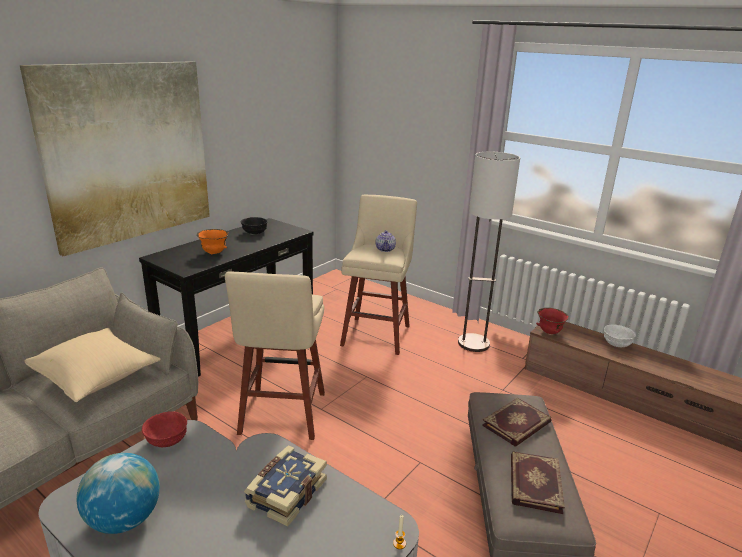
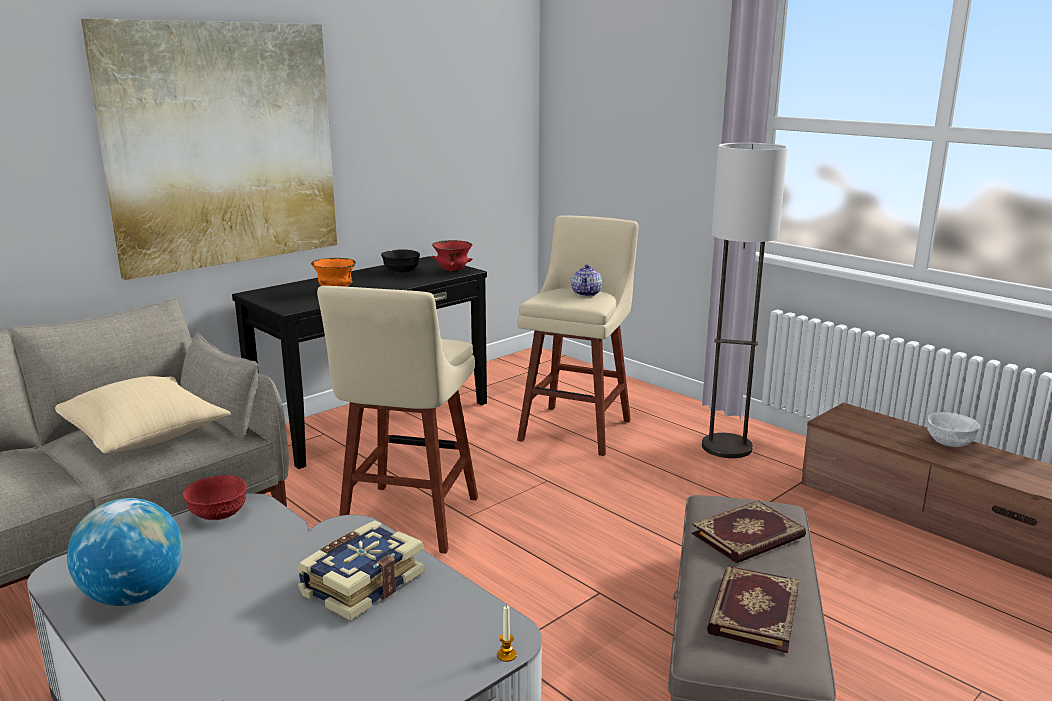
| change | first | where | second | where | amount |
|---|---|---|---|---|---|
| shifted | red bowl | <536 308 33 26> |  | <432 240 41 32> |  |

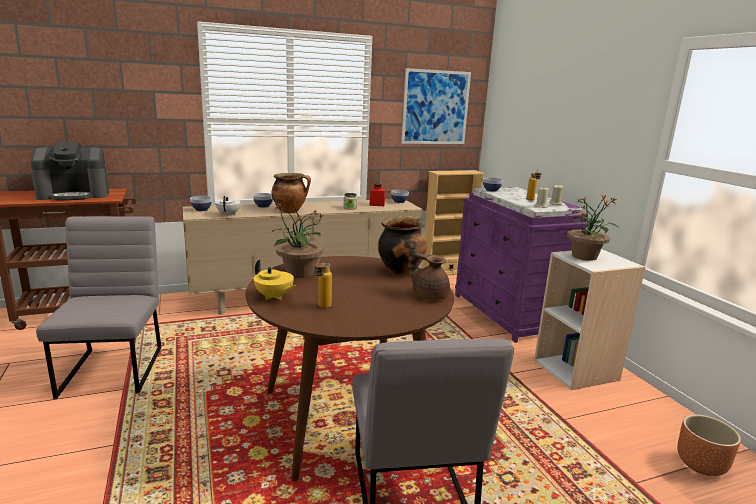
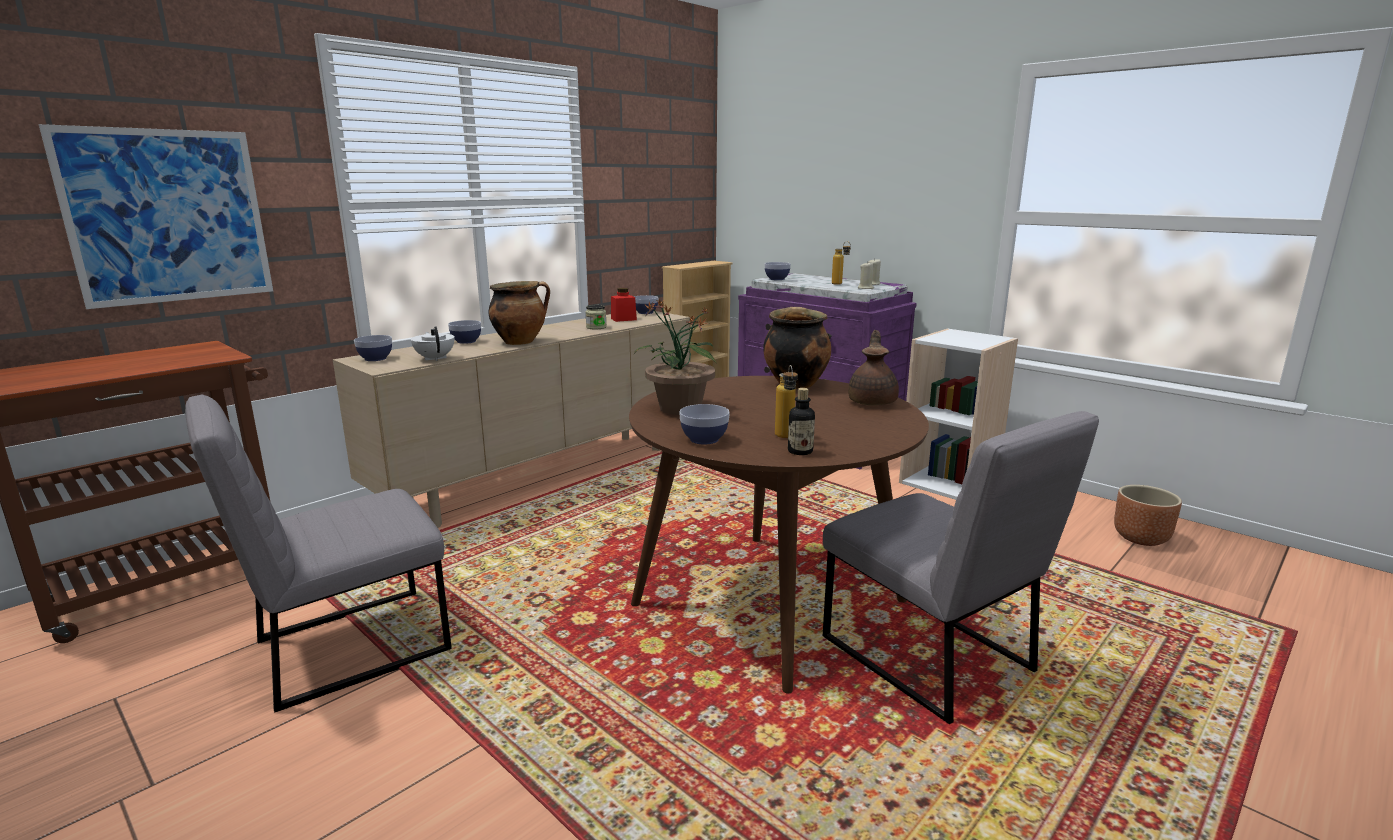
| change | first | where | second | where | amount |
|---|---|---|---|---|---|
| gone | coffee machine | <31 142 78 59> |  |  |  |
| gone | potted plant | <567 195 52 66> |  |  |  |
| new |  |  | bottle | <788 388 27 67> |  |
| shifted | picture | <401 68 70 76> |  | <39 124 234 185> |  |
| swapped | yellow teapot | <254 260 42 40> | bowl | <679 404 51 41> |  |
| rotated | grey chair | <36 216 125 183> |  | <185 394 267 318> | 90 degrees counterclockwise |
| rotated | brown teapot | <409 243 41 57> |  | <848 330 51 76> | 90 degrees clockwise |

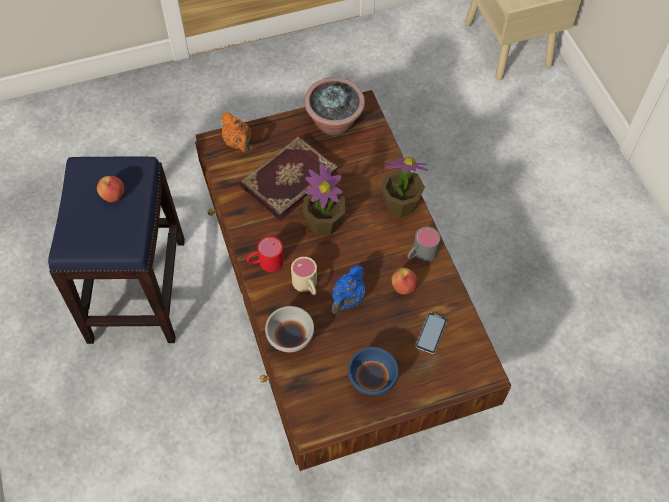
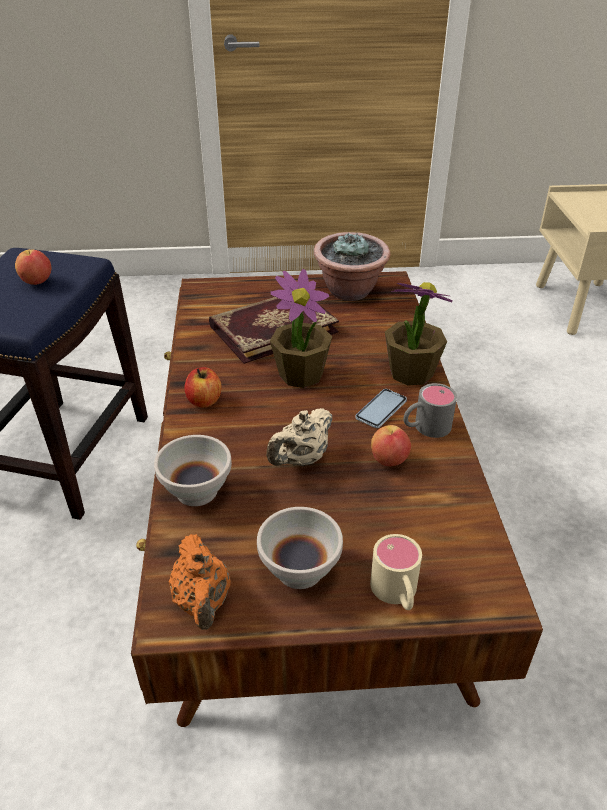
| change | first | where | second | where | amount |
|---|---|---|---|---|---|
| shifted | orange teapot | <221 112 30 41> |  | <169 534 62 96> |  |
| shifted | beige mug | <291 257 26 38> |  | <370 534 52 76> |  |
| shifted | phone | <416 313 31 41> |  | <355 389 52 39> |  |
| swapped | red mug | <247 236 37 36> | apple | <185 367 37 40> |  |
| repainted | blue teapot | <332 265 33 49> | beige teapot | <266 408 66 58> |  |
| repainted | blue bowl | <348 347 50 48> | white bowl | <257 507 86 82> |  |

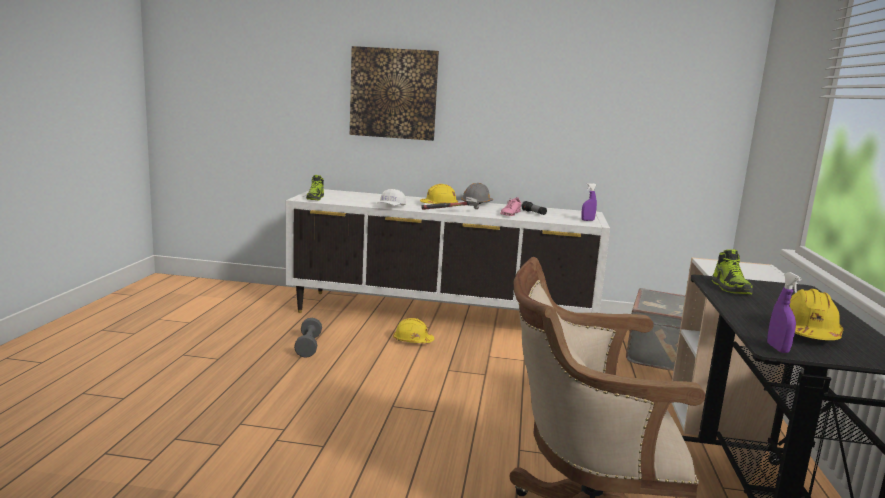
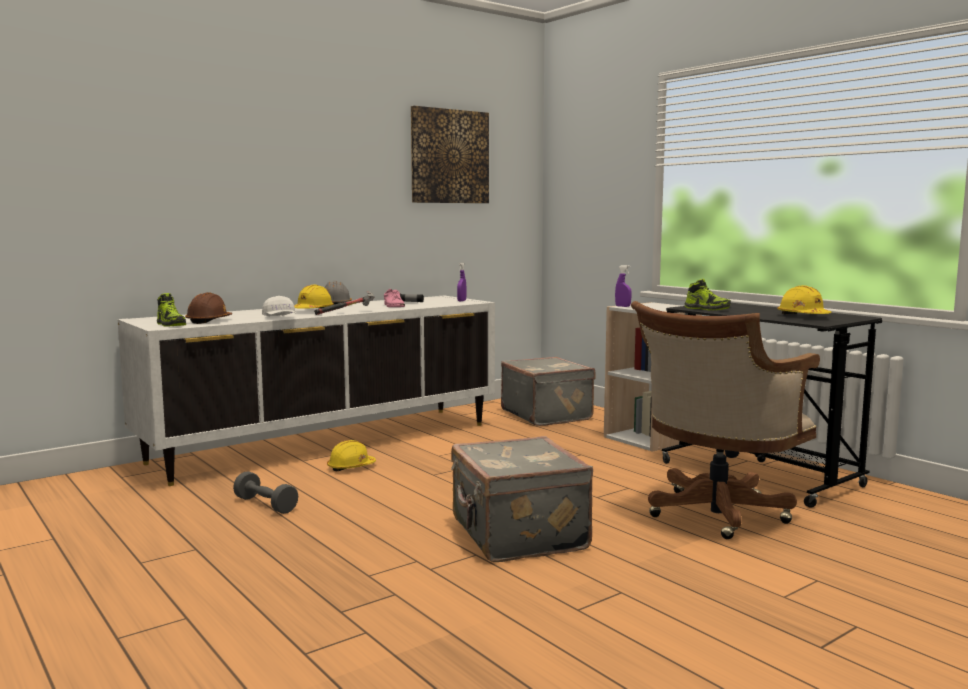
| change | first | where | second | where | amount |
|---|---|---|---|---|---|
| new |  |  | brown hard hat | <185 292 47 32> |  |
| new |  |  | grey suitcase | <451 436 142 126> |  |
| shifted | picture | <350 46 89 95> |  | <411 106 78 97> |  |
| shifted | purple spray bottle | <767 272 34 81> |  | <615 265 17 42> |  |

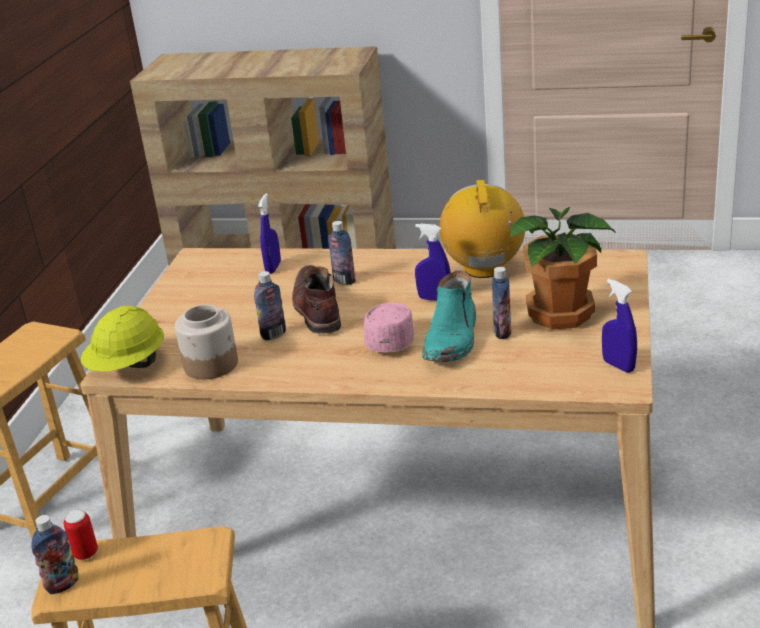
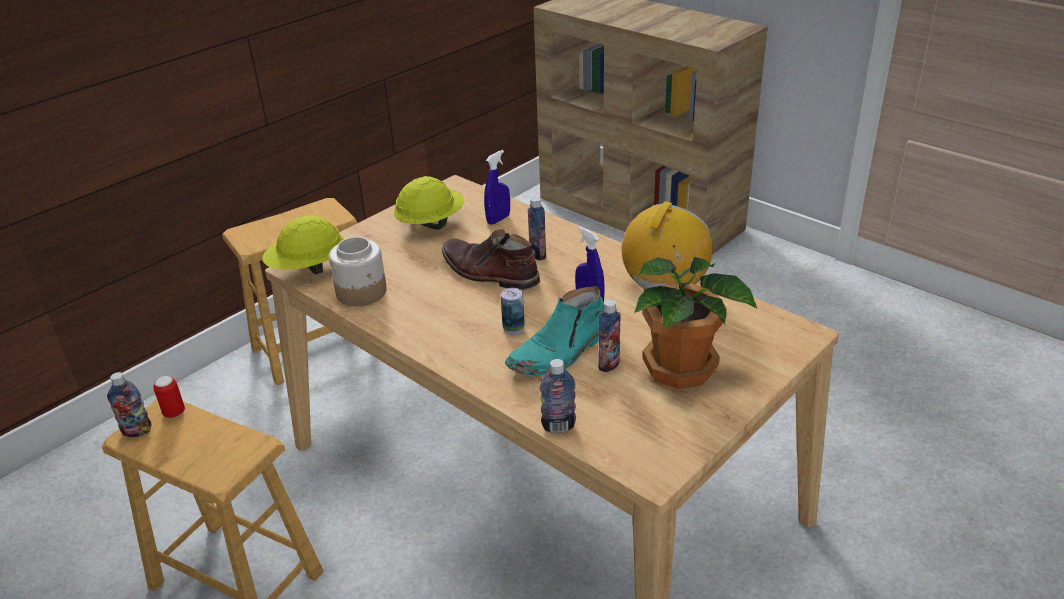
| change | first | where | second | where | amount |
|---|---|---|---|---|---|
| gone | blue spray bottle | <602 279 35 94> |  |  |  |
| new |  |  | yellow hard hat | <394 176 70 54> |  |
| shifted | bottle | <254 271 32 69> |  | <540 359 36 74> |  |
| swapped | pink cap | <364 303 51 49> | can | <501 288 24 47> |  |
| rotated | brown boot | <292 265 49 69> |  | <442 229 98 61> | 75 degrees counterclockwise |

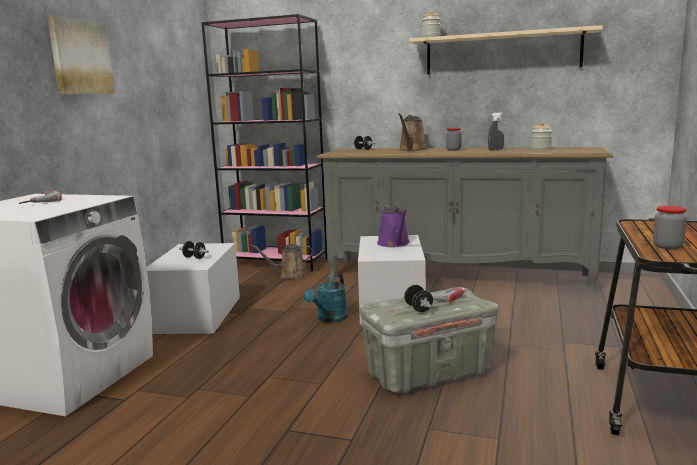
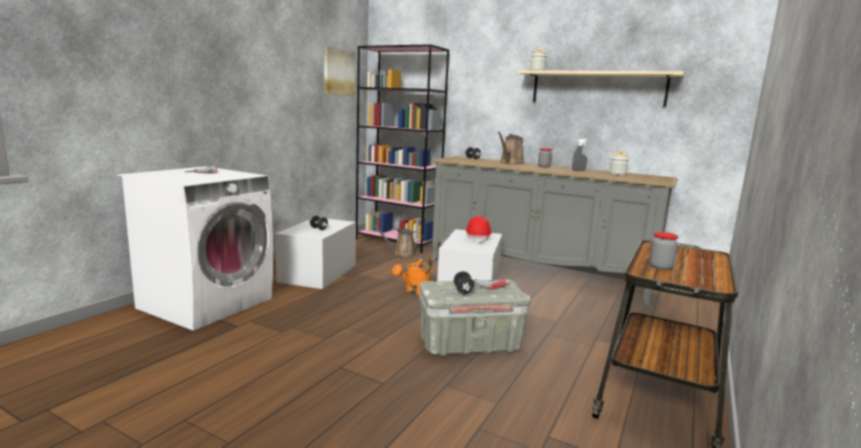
| change | first | where | second | where | amount |
|---|---|---|---|---|---|
| shifted | picture | <47 15 68 79> |  | <324 46 31 50> |  |
| swapped | purple watering can | <377 206 33 41> | red hard hat | <465 216 27 27> |  |
| repainted | turquoise watering can | <303 274 45 49> | orange watering can | <392 256 40 39> |  |

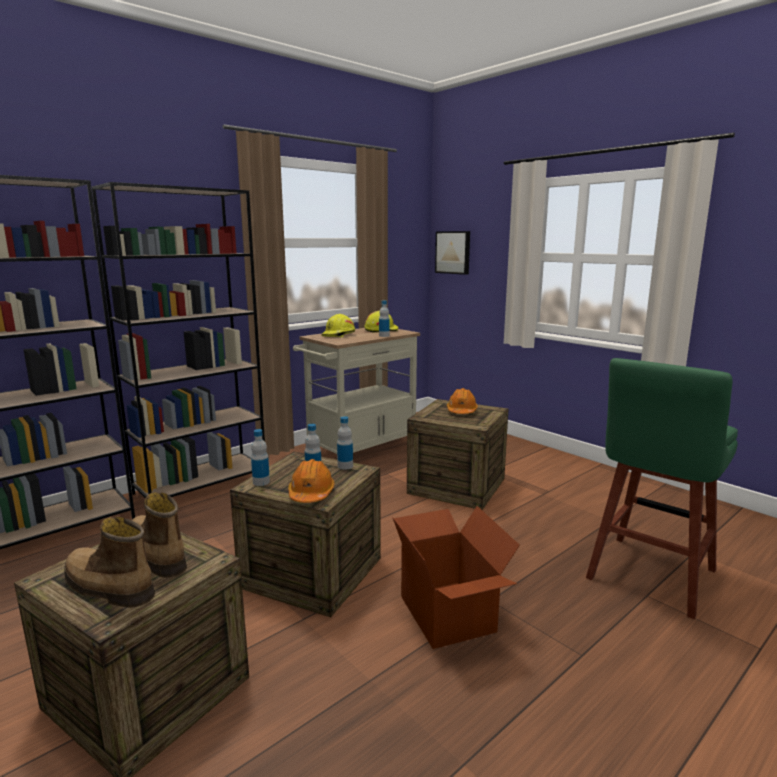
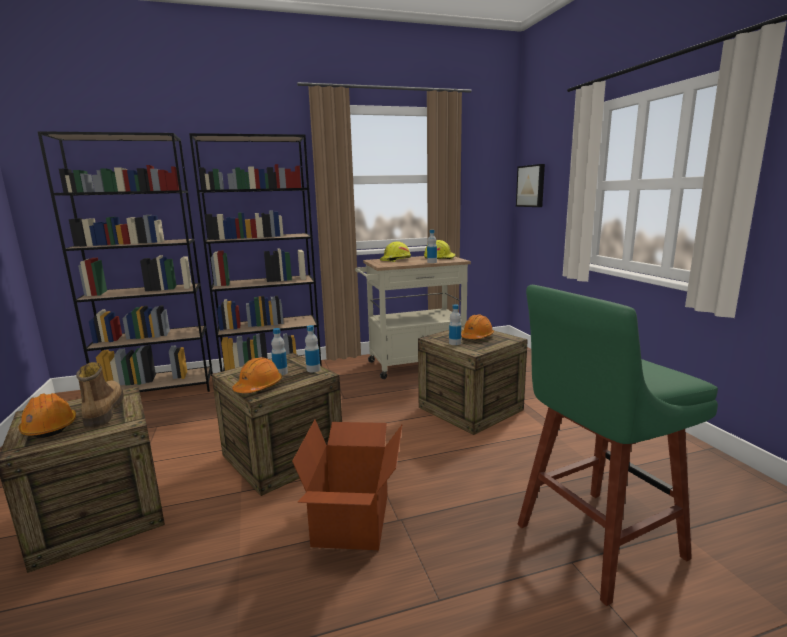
| change | first | where | second | where | amount |
|---|---|---|---|---|---|
| shifted | bottle | <251 429 19 57> |  | <449 304 12 41> |  |
| swapped | boot | <65 517 90 91> | orange hard hat | <19 393 57 45> |  |

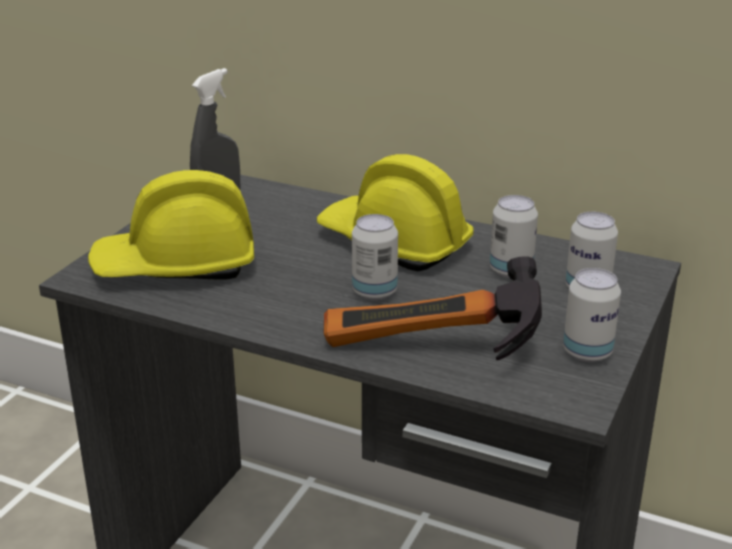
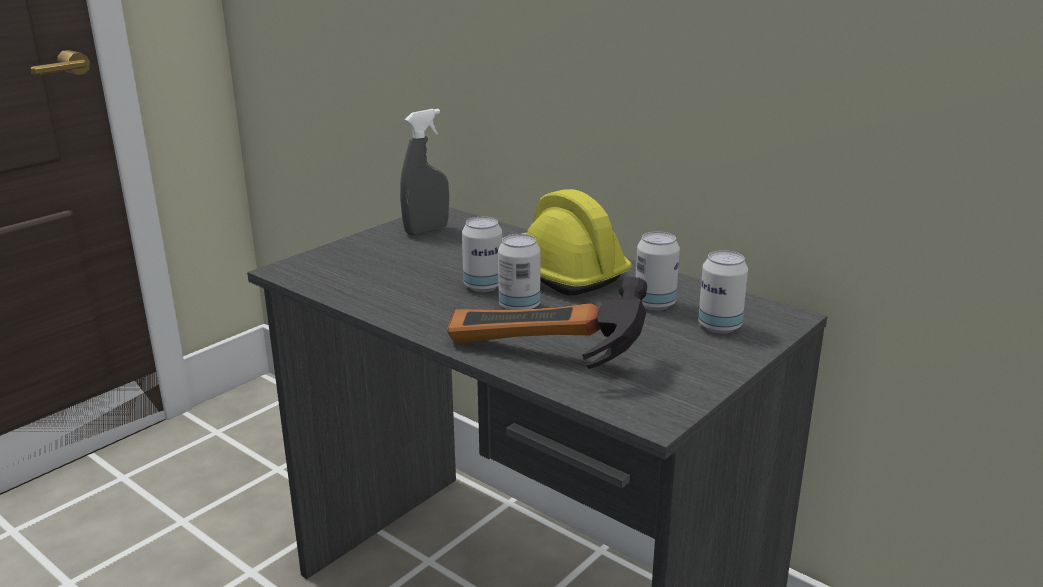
| change | first | where | second | where | amount |
|---|---|---|---|---|---|
| gone | yellow hard hat | <88 170 166 109> |  |  |  |
| shifted | can | <563 268 58 94> |  | <462 217 40 75> |  |

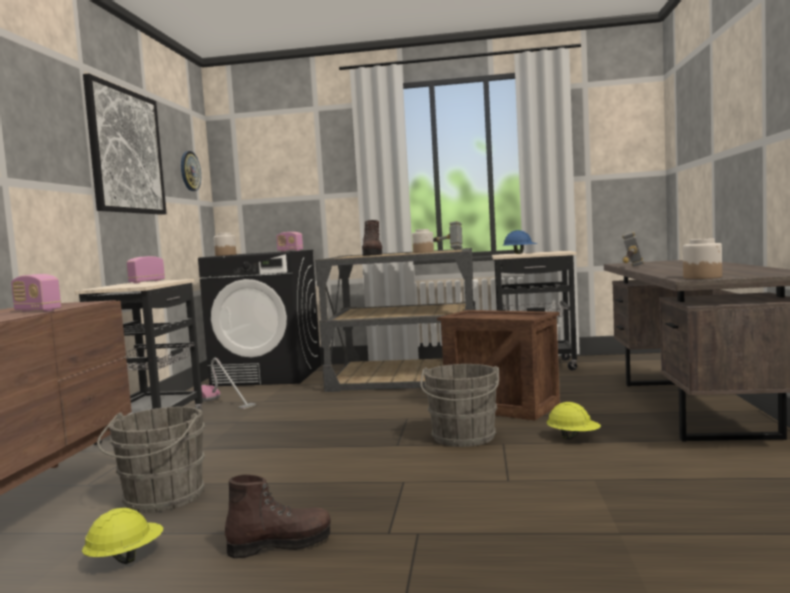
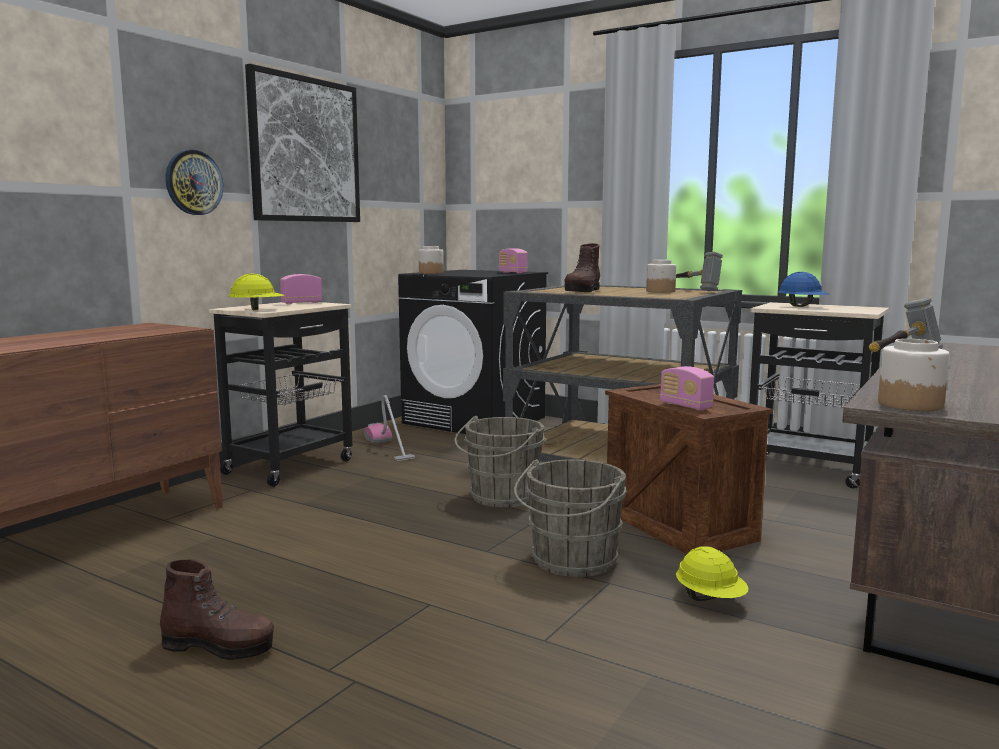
| change | first | where | second | where | amount |
|---|---|---|---|---|---|
| shifted | radio | <11 274 50 38> |  | <660 366 54 44> |  |
| shifted | yellow hard hat | <82 508 81 56> |  | <228 274 56 36> |  |
| shifted | grey bucket | <97 407 109 106> |  | <454 416 91 92> |  |
| shifted | wall clock | <181 151 20 40> |  | <166 150 57 65> |  |

